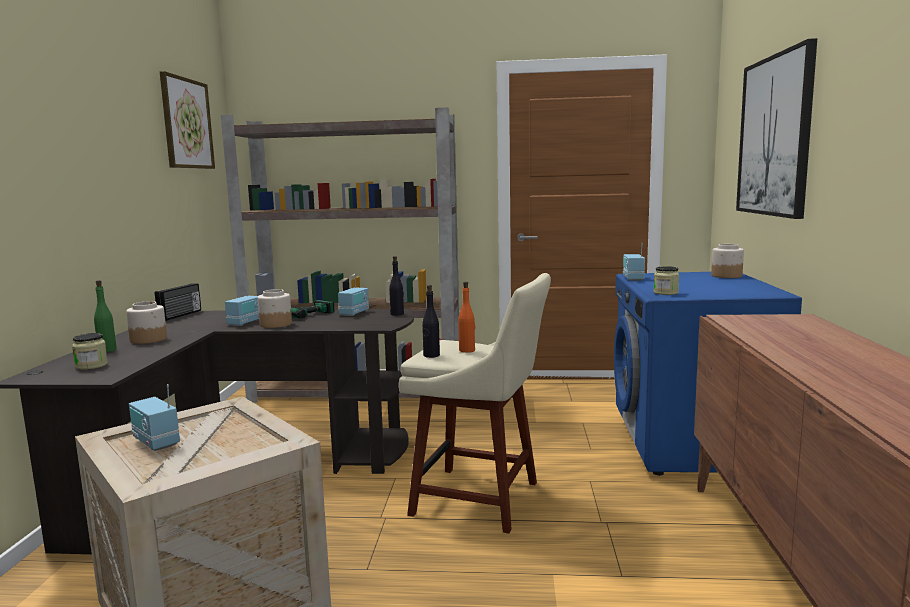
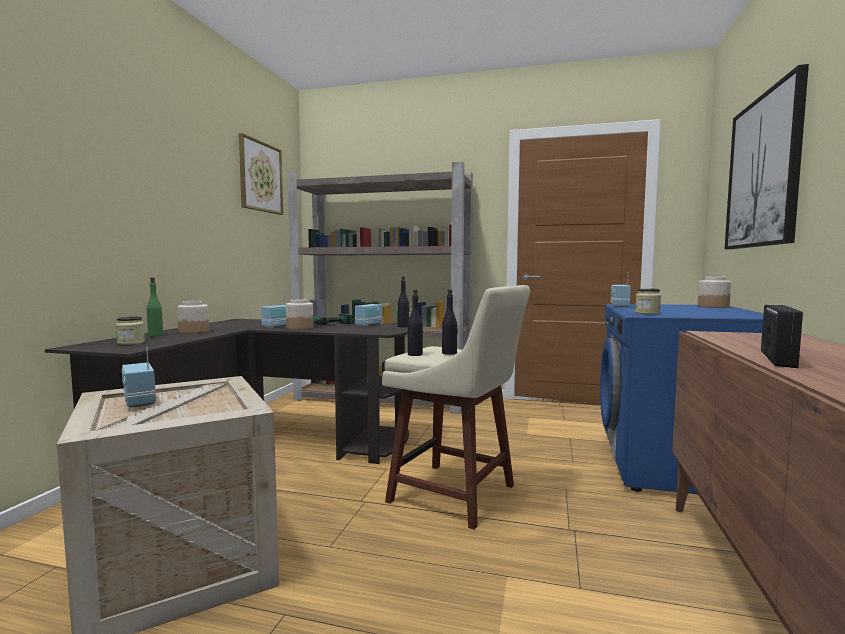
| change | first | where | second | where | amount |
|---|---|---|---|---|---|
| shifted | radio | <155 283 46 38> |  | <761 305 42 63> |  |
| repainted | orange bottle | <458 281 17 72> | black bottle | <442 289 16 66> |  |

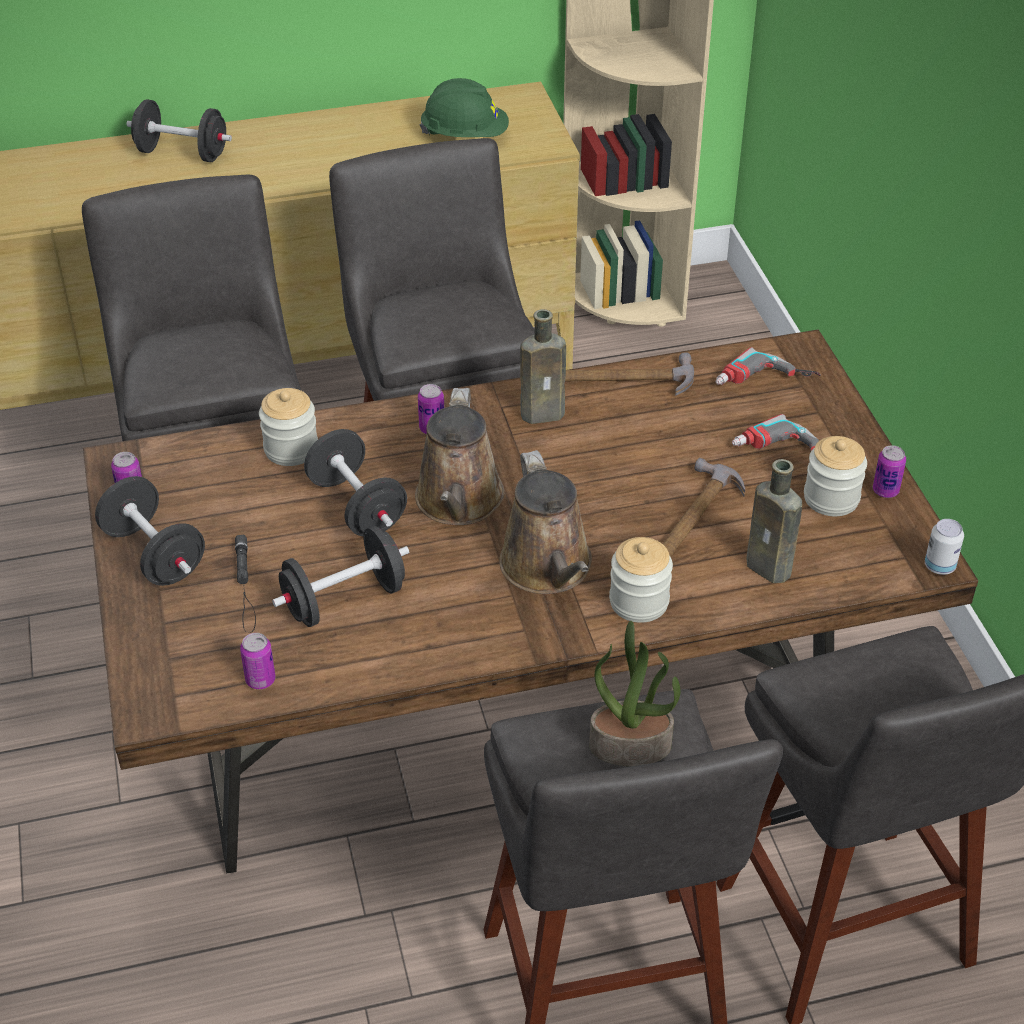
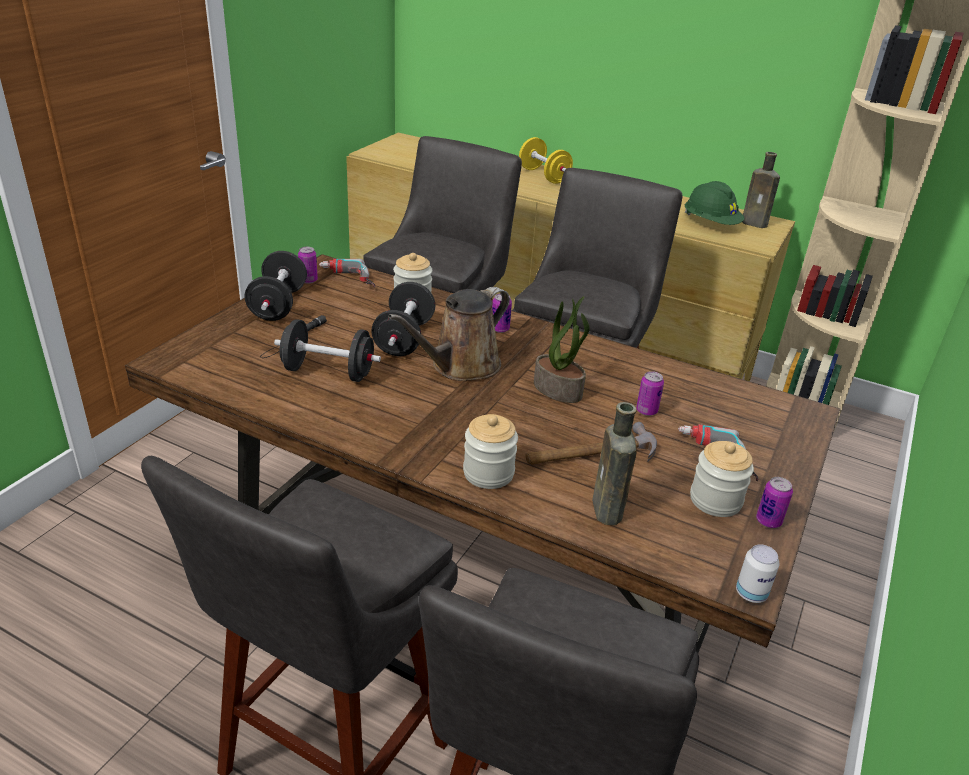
| change | first | where | second | where | amount |
|---|---|---|---|---|---|
| gone | brown watering can | <499 450 93 144> |  |  |  |
| gone | hammer | <565 352 129 44> |  |  |  |
| shifted | can | <240 633 35 56> |  | <636 371 28 45> |  |
| shifted | brown bottle | <520 309 46 115> |  | <742 152 38 76> |  |
| shifted | potted plant | <589 621 91 145> |  | <534 296 55 107> |  |
| shifted | power drill | <716 347 105 38> |  | <319 259 56 28> |  |
| repainted | black dumbbell | <126 100 106 62> | yellow dumbbell | <519 137 54 47> |  |

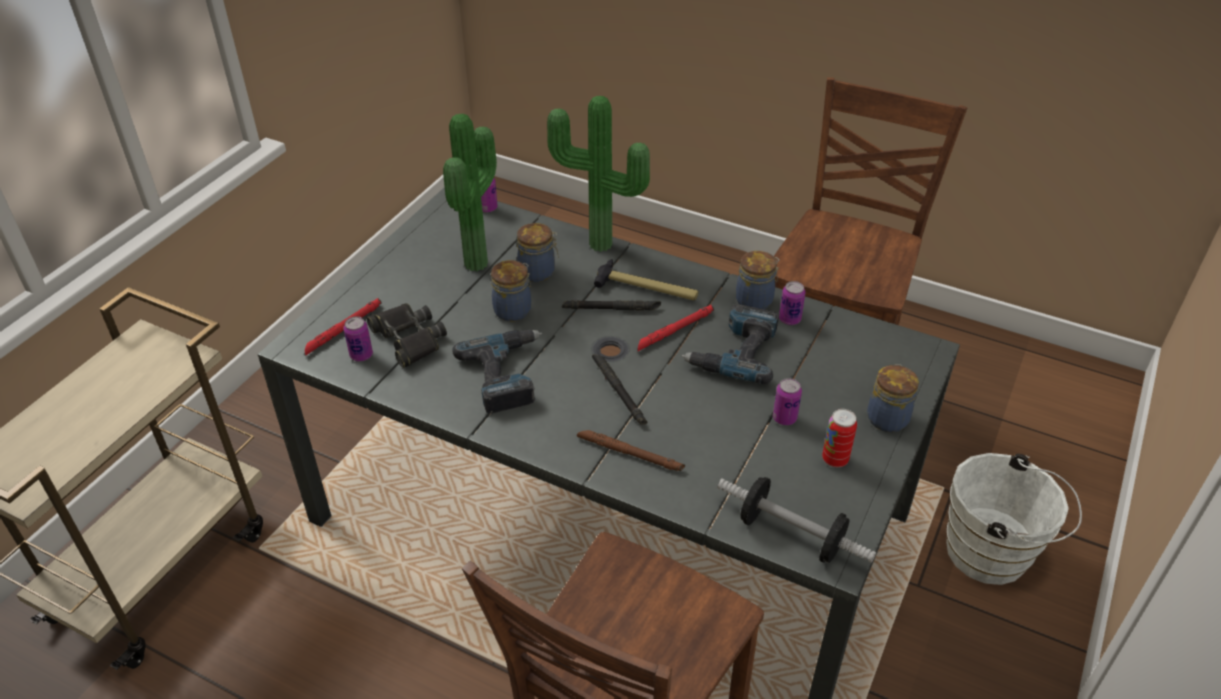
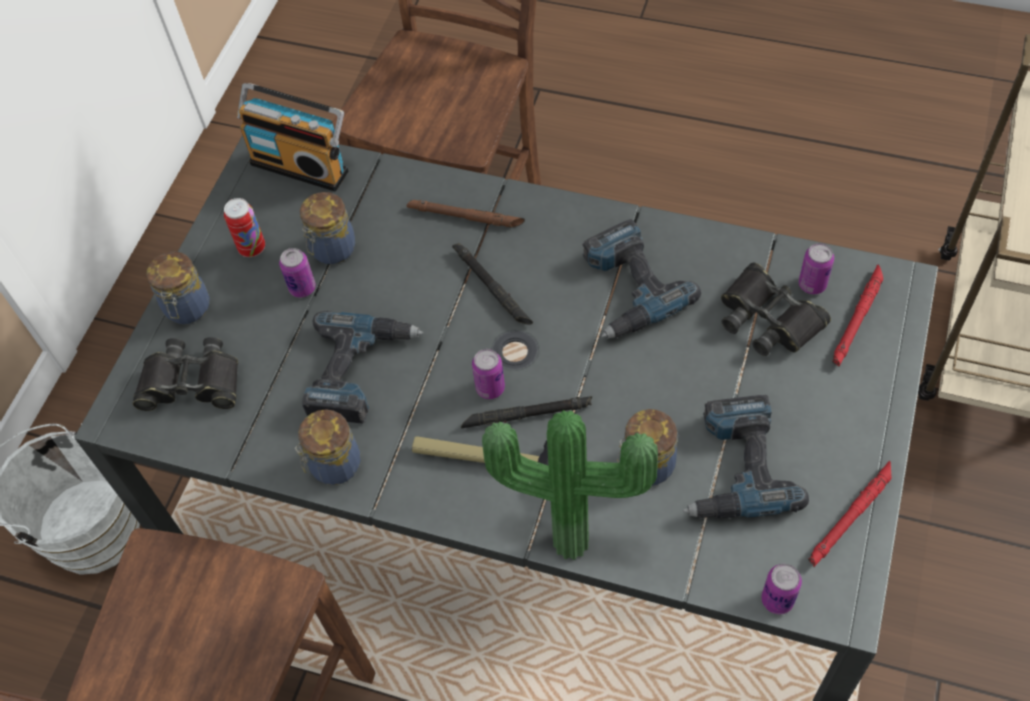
| change | first | where | second | where | amount |
|---|---|---|---|---|---|
| new |  |  | black binoculars | <133 337 105 74> |  |
| shifted | jar | <491 260 40 62> |  | <300 192 56 72> |  |
| shifted | red flashlight | <638 305 76 46> |  | <808 461 83 106> |  |
| shifted | can | <779 281 27 44> |  | <472 349 33 50> |  |
| swapped | potted plant | <443 114 54 157> | power drill | <683 395 126 124> |  |
| swapped | dumbbell | <717 477 159 86> | radio | <237 83 111 109> |  |

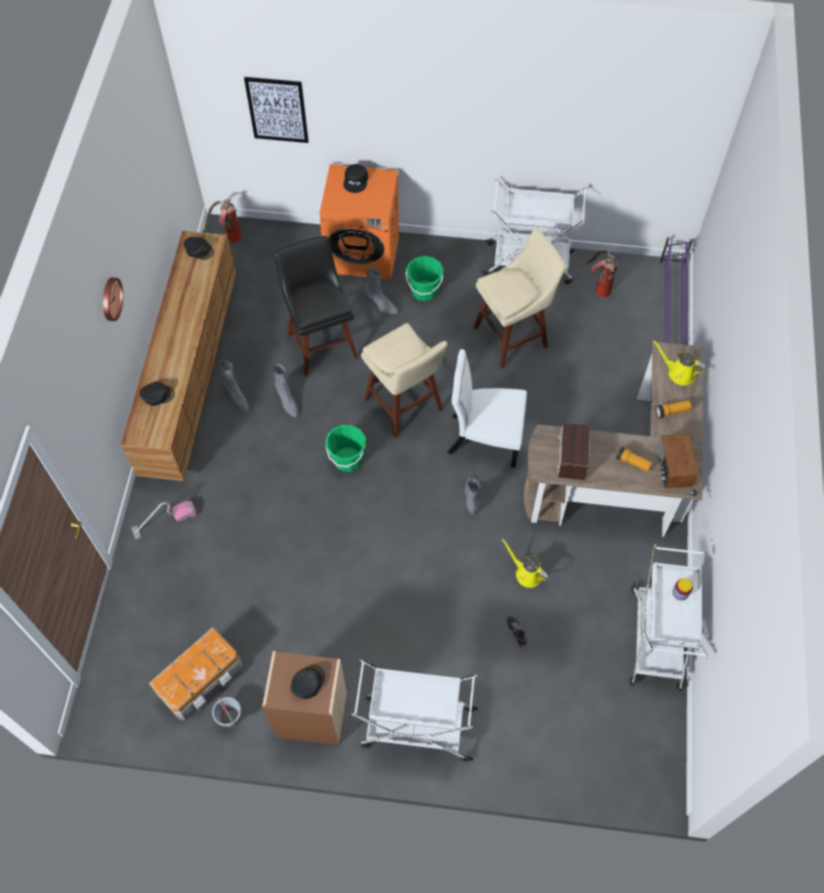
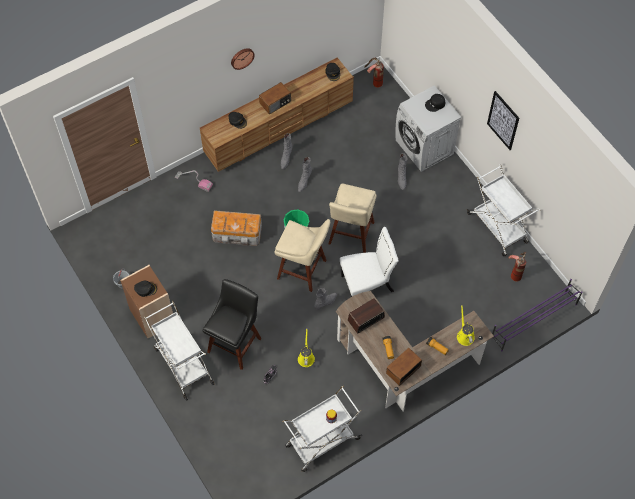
| change | first | where | second | where | amount |
|---|---|---|---|---|---|
| gone | green bucket | <405 256 39 45> |  |  |  |
| new |  |  | radio | <259 82 32 32> |  |
| shifted | storage box | <149 627 93 93> |  | <211 210 51 36> |  |
| shifted | picture | <244 77 65 66> |  | <487 91 32 59> |  |
| shifted | black stool | <274 236 84 140> |  | <203 279 59 91> |  |
| shifted | beige stool | <473 228 93 141> |  | <274 219 56 73> |  |
| repainted | orange washing machine | <320 164 79 115> | white washing machine | <395 85 66 87> |  |
| rotated | white chair | <448 349 79 119> |  | <340 227 59 70> | 105 degrees clockwise |

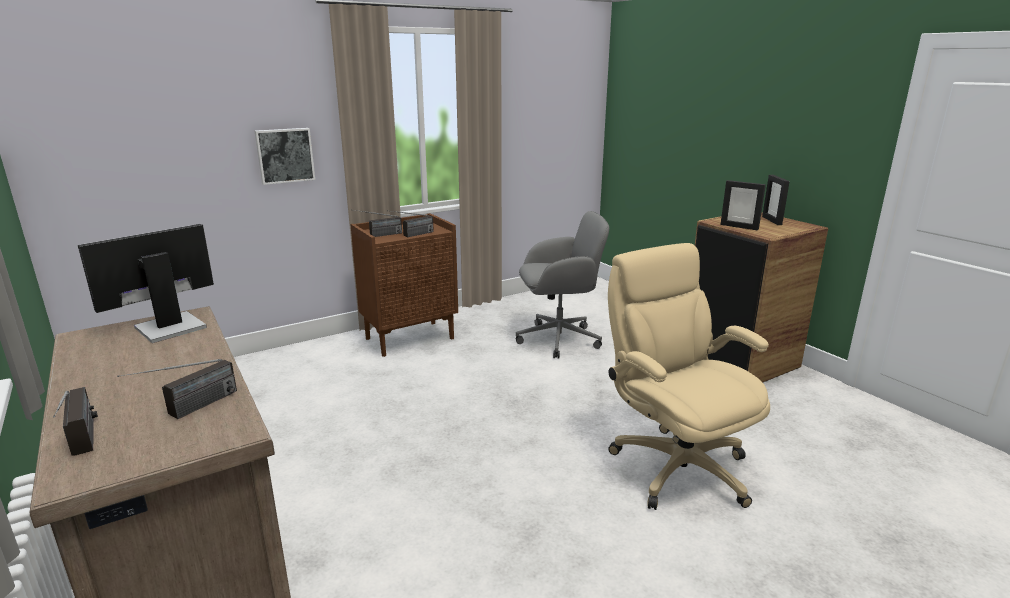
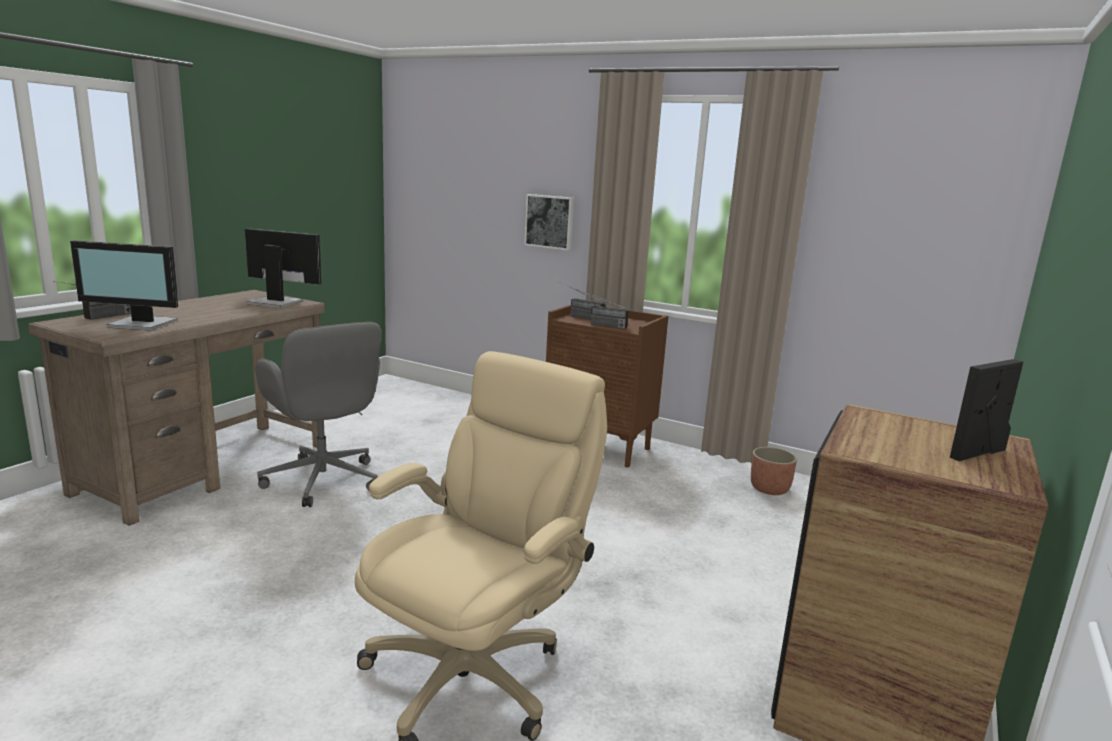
| change | first | where | second | where | amount |
|---|---|---|---|---|---|
| gone | picture frame | <720 180 46 50> |  |  |  |
| new |  |  | planter | <751 447 46 48> |  |
| shifted | grey office chair | <516 211 93 148> |  | <255 322 127 185> |  |
| swapped | radio | <117 359 120 60> | monitor | <70 240 108 91> |  |

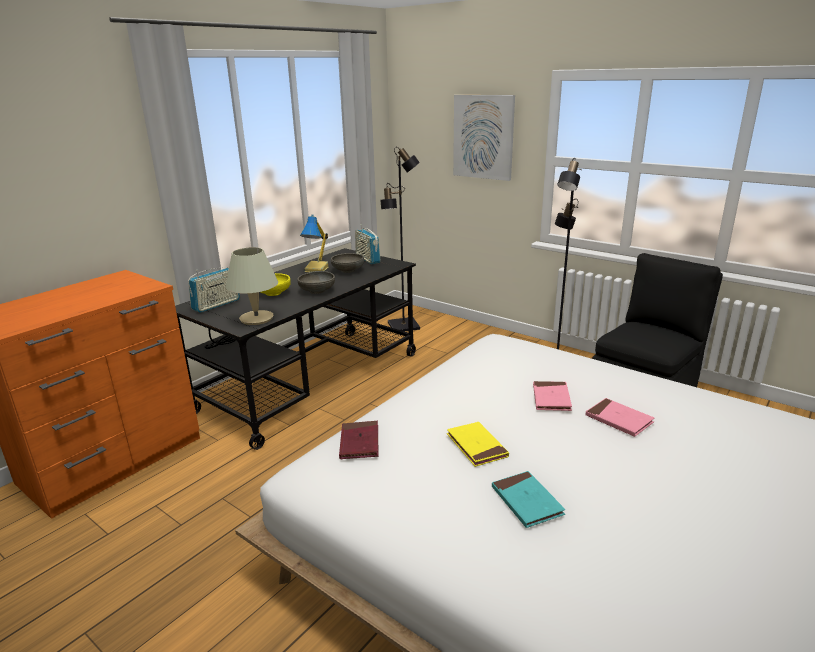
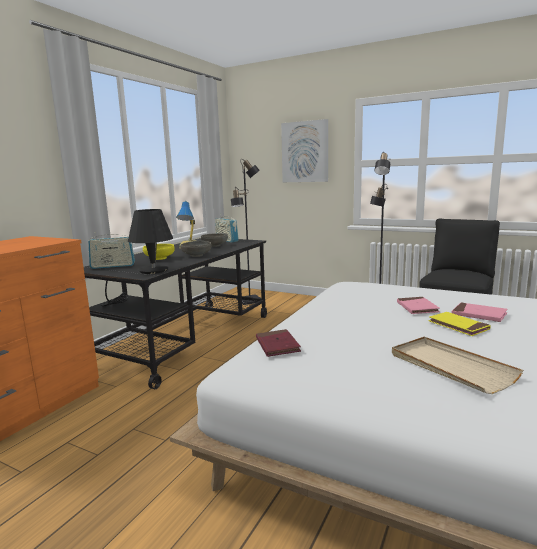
| change | first | where | second | where | amount |
|---|---|---|---|---|---|
| shifted | yellow book | <447 422 62 45> |  | <428 312 63 24> |  |
| swapped | turquoise book | <492 471 73 57> | beige tray | <392 337 131 57> |  |
| repainted | beige table lamp | <226 247 52 78> | black table lamp | <128 209 45 65> |  |
| rotated | radio | <188 268 52 45> |  | <88 232 47 37> | 45 degrees clockwise |

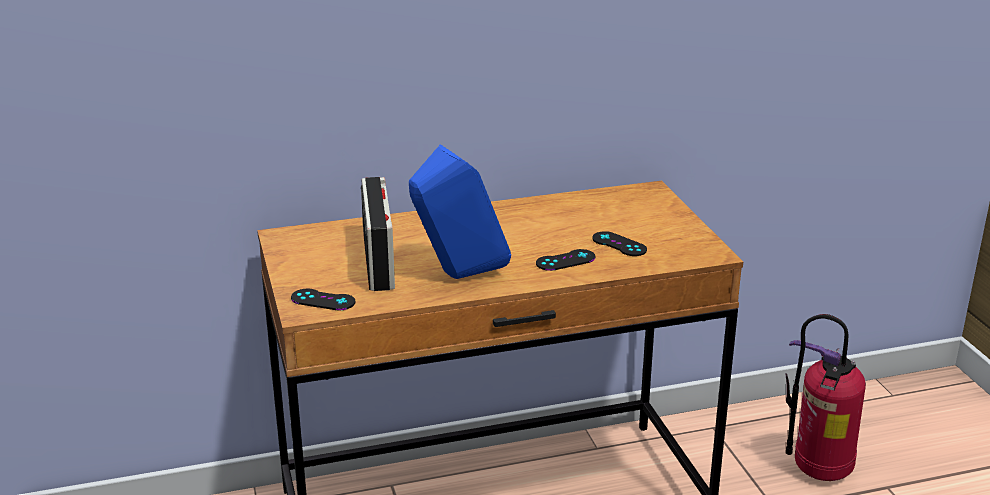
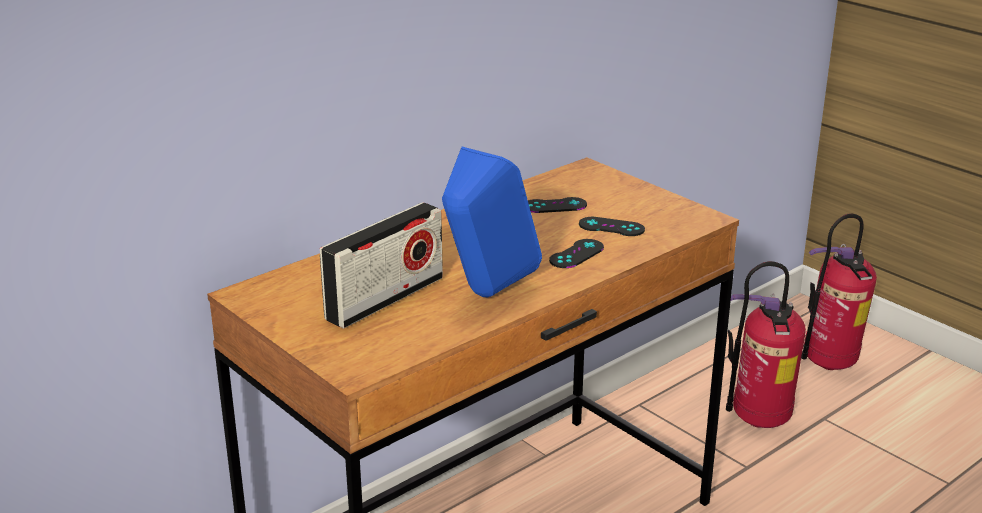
| change | first | where | second | where | amount |
|---|---|---|---|---|---|
| new |  |  | fire extinguisher | <801 213 76 157> |  |
| shifted | black game controller | <291 289 64 21> |  | <528 197 59 16> |  |
| rotated | radio | <361 177 34 114> |  | <320 202 123 127> | 75 degrees clockwise |

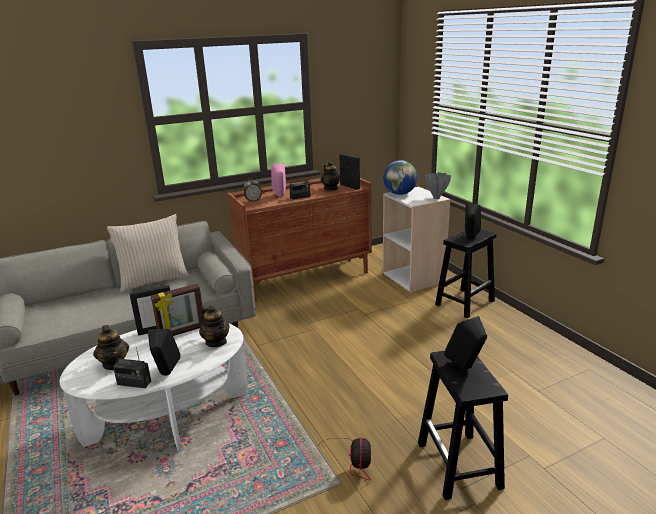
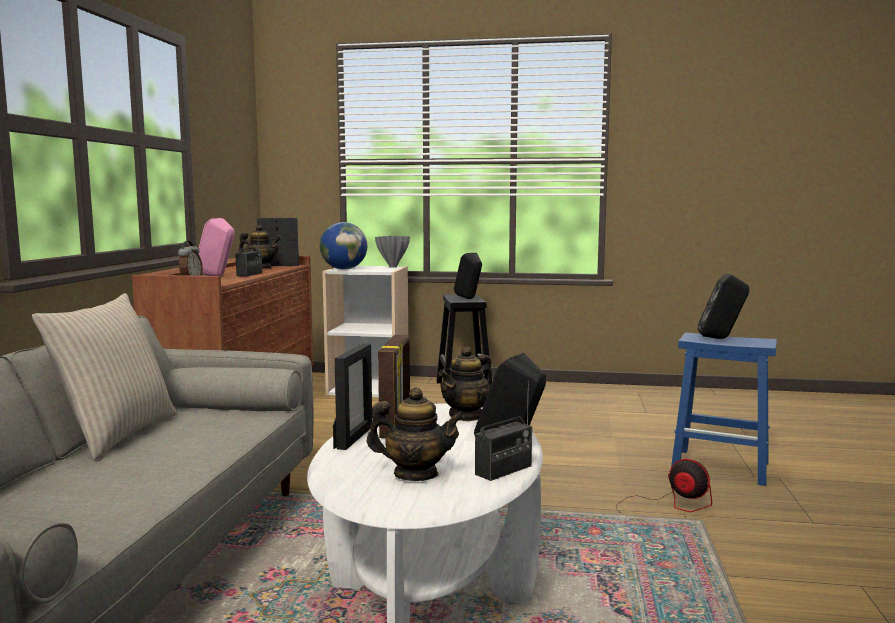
| change | first | where | second | where | amount |
|---|---|---|---|---|---|
| repainted | black stool | <418 351 90 149> | blue stool | <671 332 106 154> |  |
| rotated | teapot | <199 306 31 41> |  | <438 346 54 75> | 135 degrees clockwise |

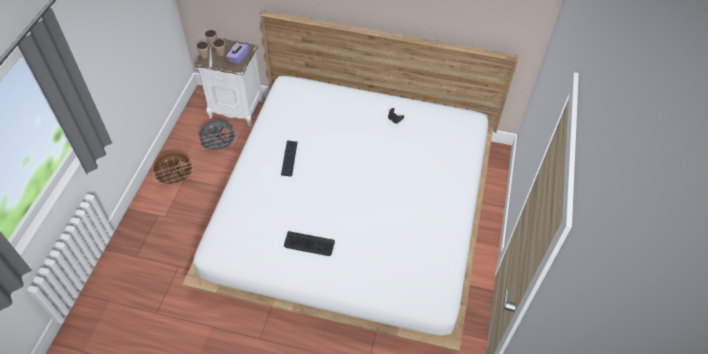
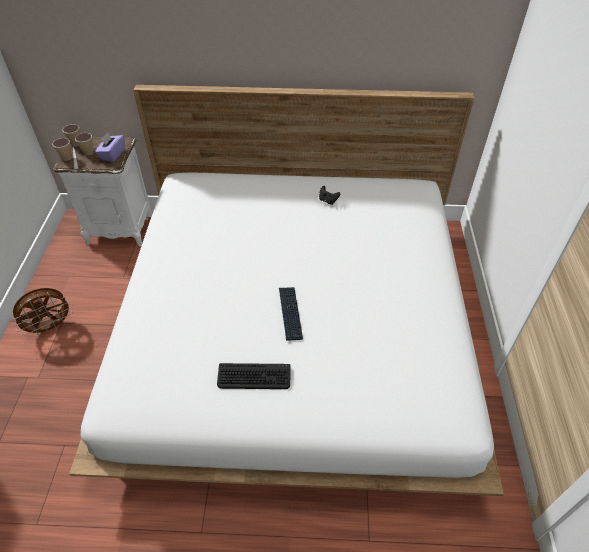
| change | first | where | second | where | amount |
|---|---|---|---|---|---|
| gone | grey fan | <199 120 39 32> |  |  |  |
| shifted | keyboard | <281 140 17 36> |  | <279 287 24 54> |  |

